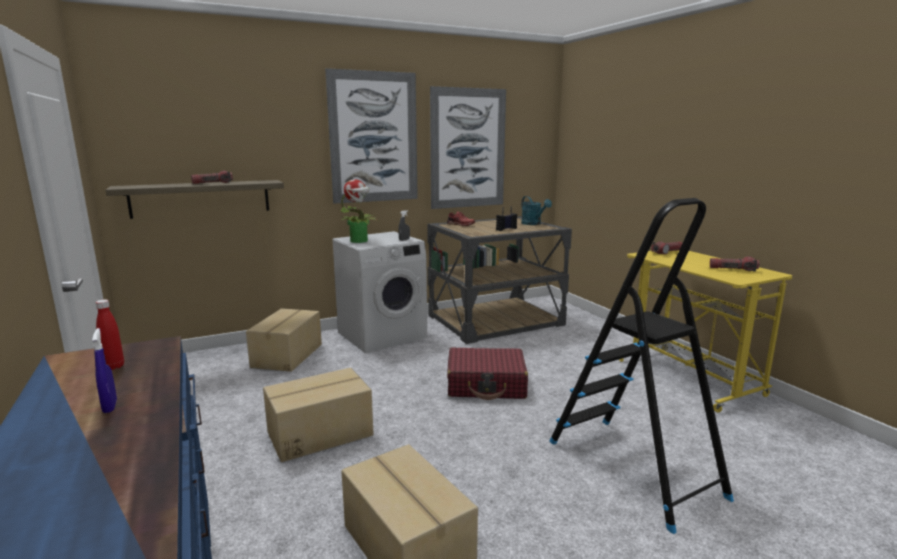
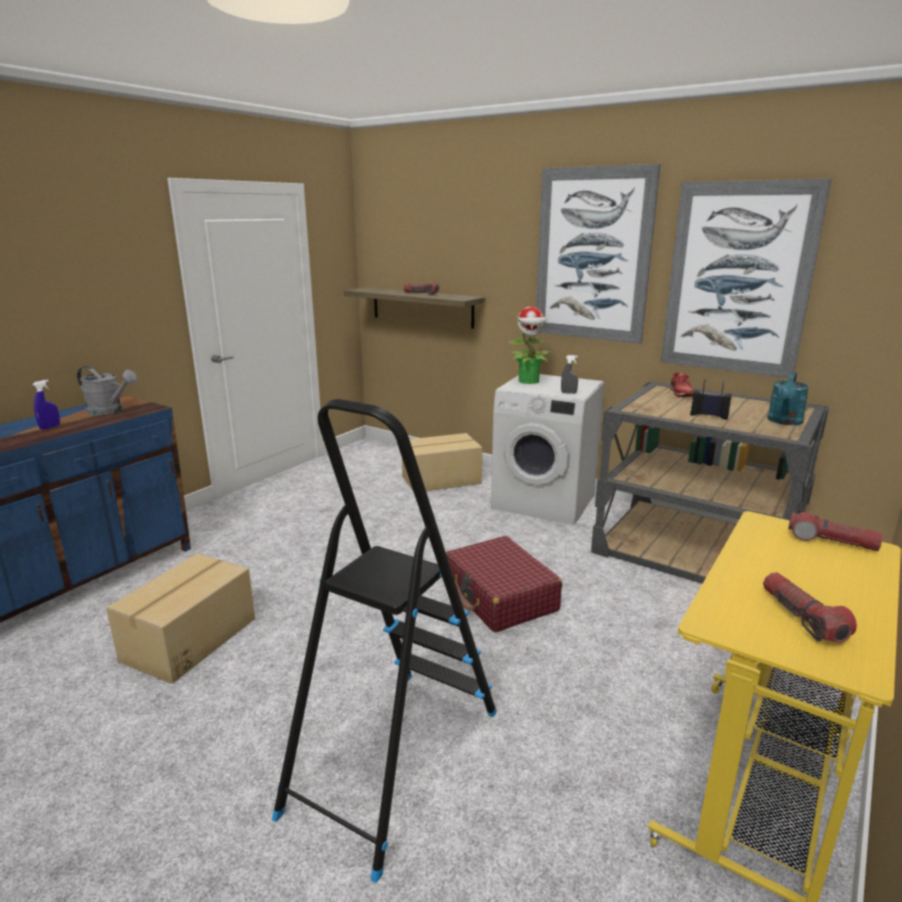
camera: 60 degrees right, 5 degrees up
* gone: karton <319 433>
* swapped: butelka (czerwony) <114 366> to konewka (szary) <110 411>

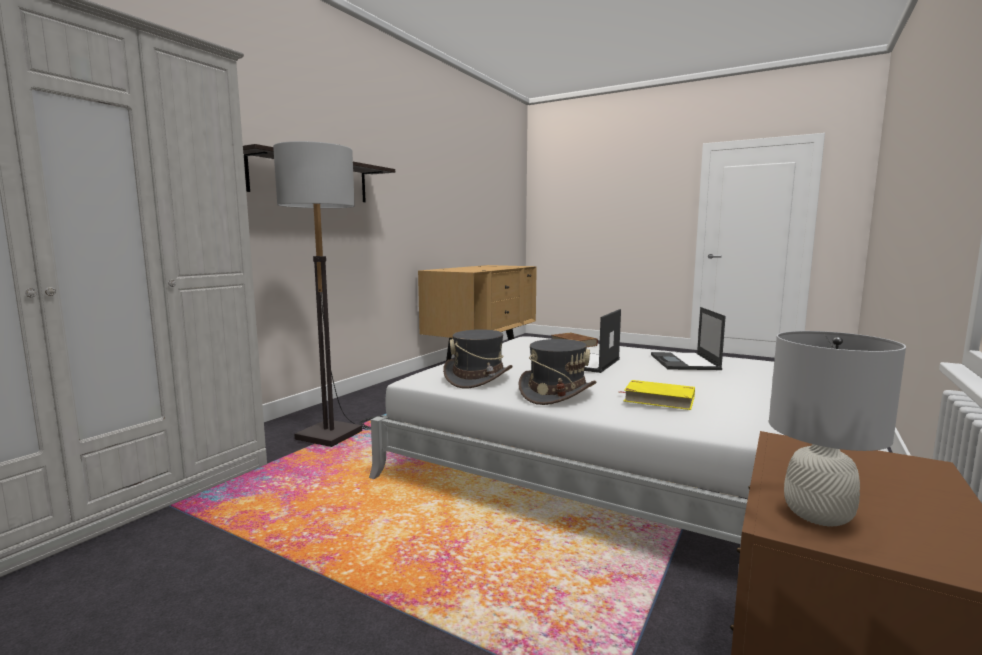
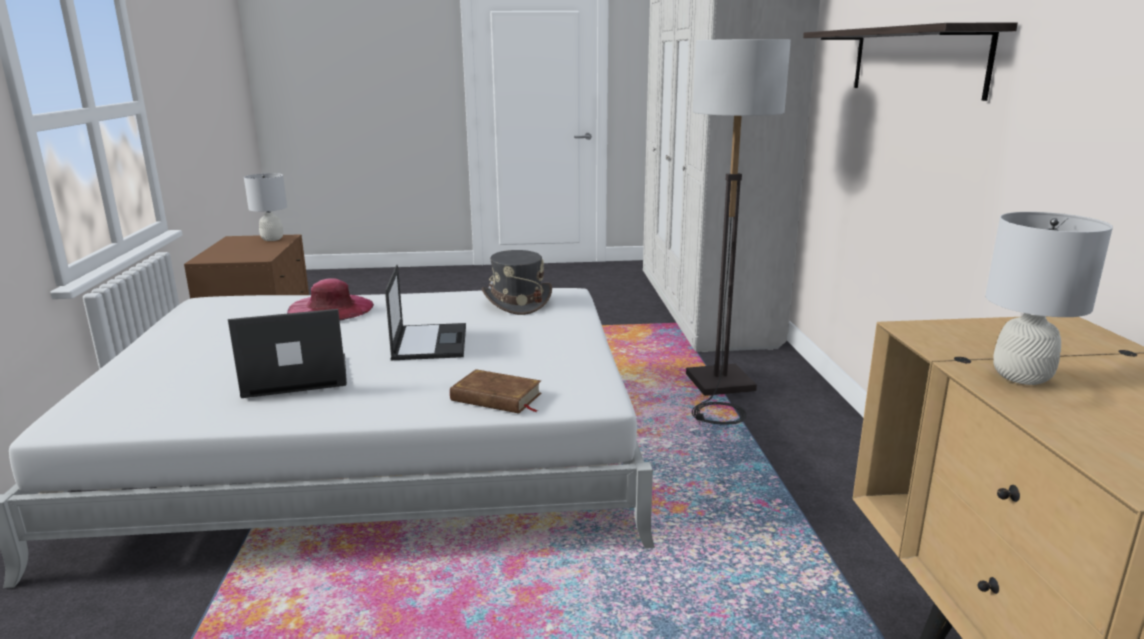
camera: 145 degrees right, 10 degrees up
* gone: kapelusz (szary) <556 393>
* new: lampa stołowa (szary) <1018 377>
* swapped: książka (żółty) <658 399> to kapelusz (różowy) <331 308>
* rotated: laptop <685 362> = <294 377> 75 degrees counterclockwise

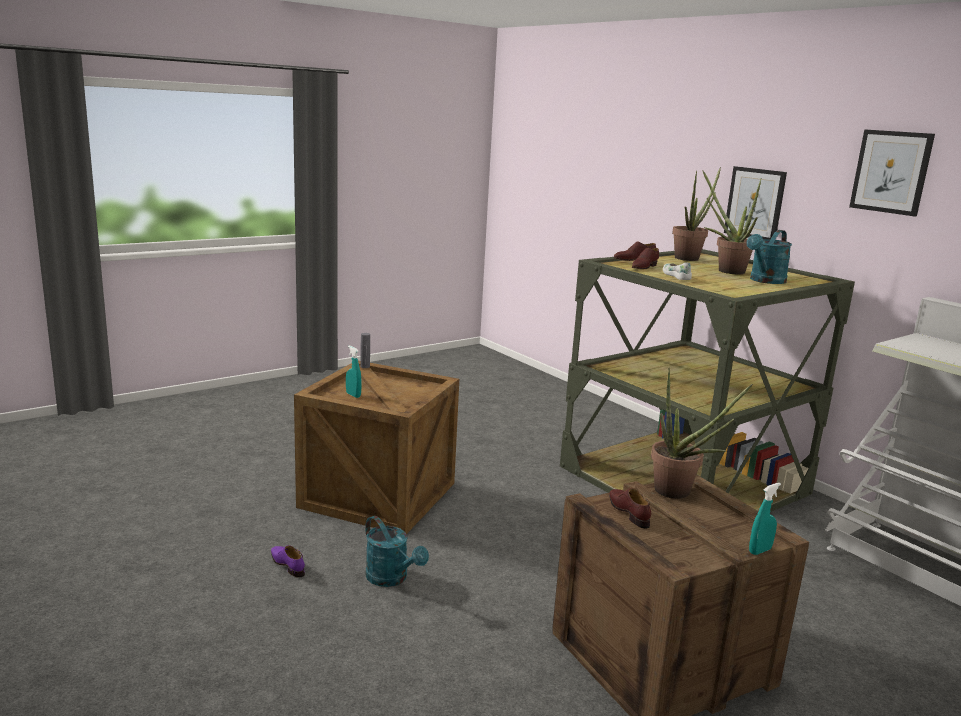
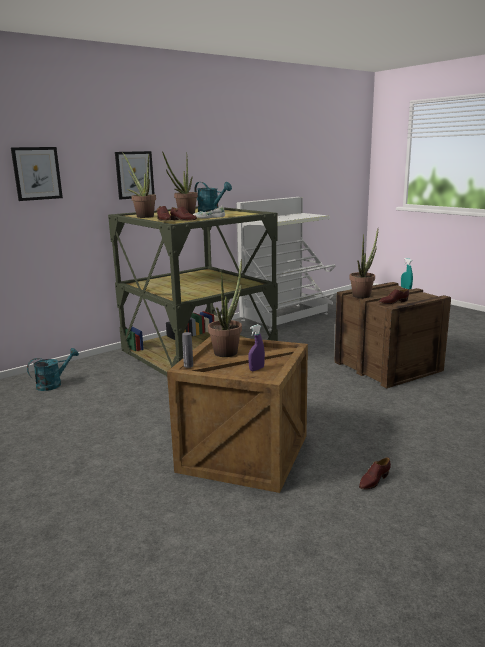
camera: 90 degrees left, 0 degrees up
* new: roślina doniczkowa <228 351>
* shifted: konewka (turkusowy) <391 579> to <53 384>
* shifted: obraz <891 172> to <37 173>
* repainted: but (fioletowy) <288 564> to but (brązowy) <373 480>
* repainted: spryskiwacz (turkusowy) <353 395> to spryskiwacz (fioletowy) <256 369>

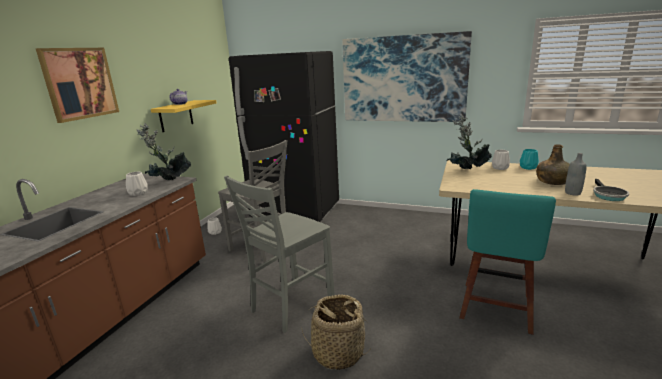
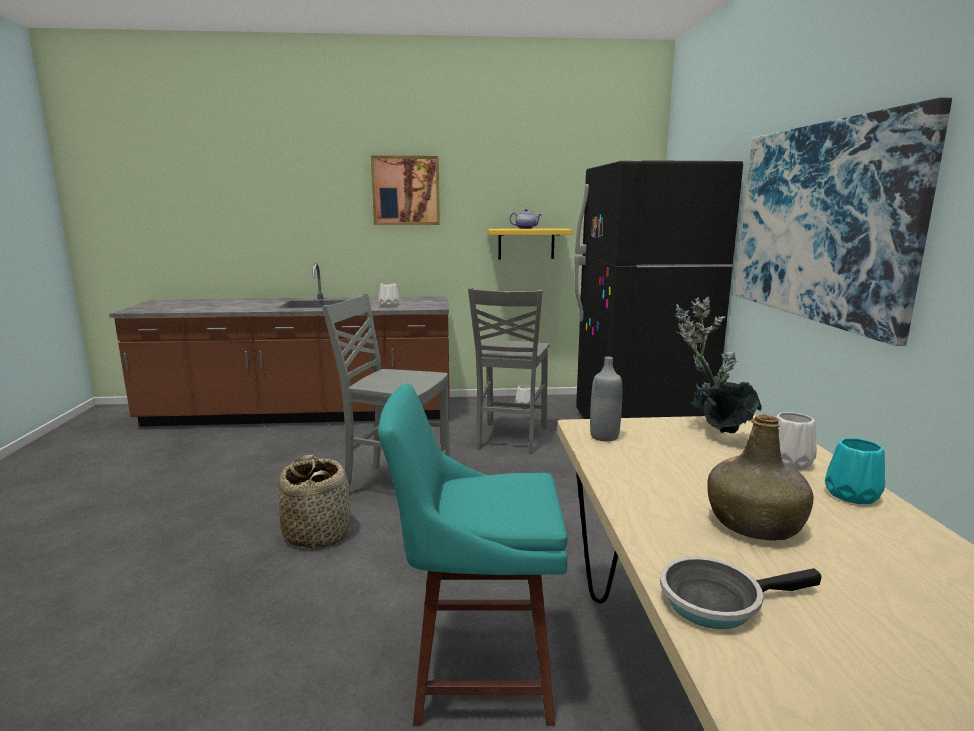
camera: 65 degrees right, 5 degrees down
* gone: roślina doniczkowa <168 182>
* shifted: butelka (szary) <572 193> to <604 436>

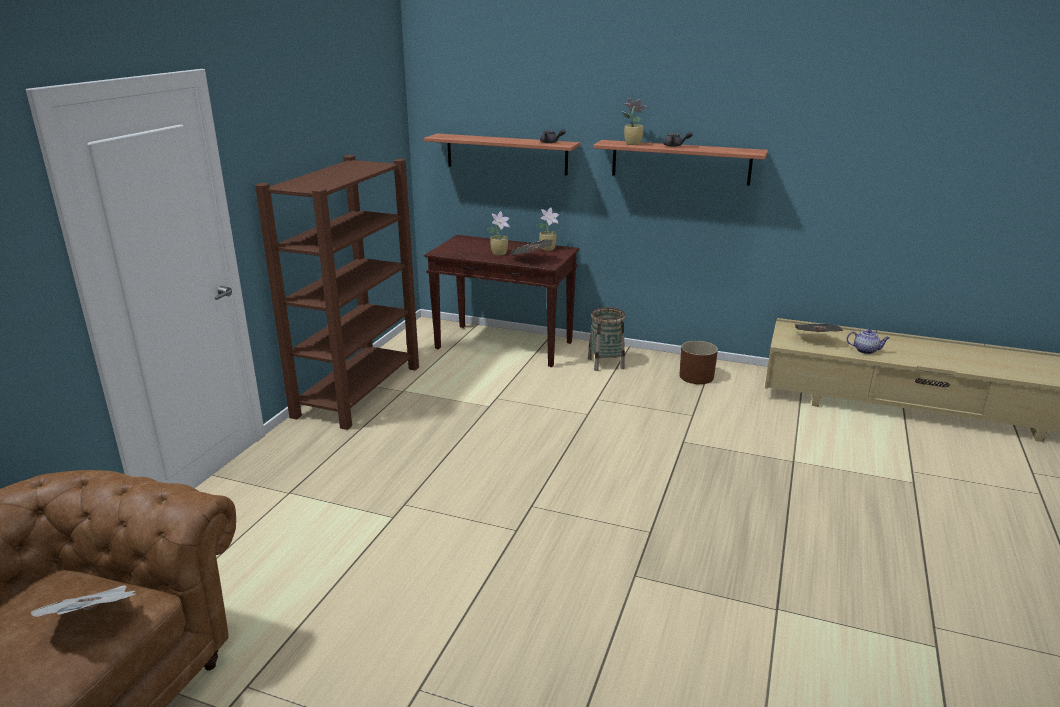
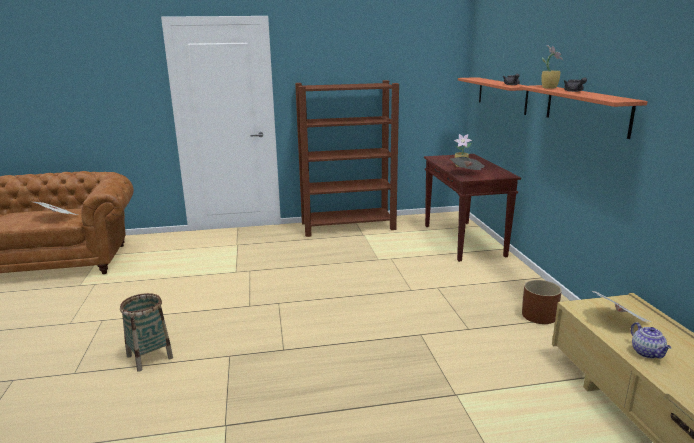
camera: 60 degrees right, 5 degrees down
* gone: roślina doniczkowa <548 249>
* shifted: koszyk <606 363> to <150 357>

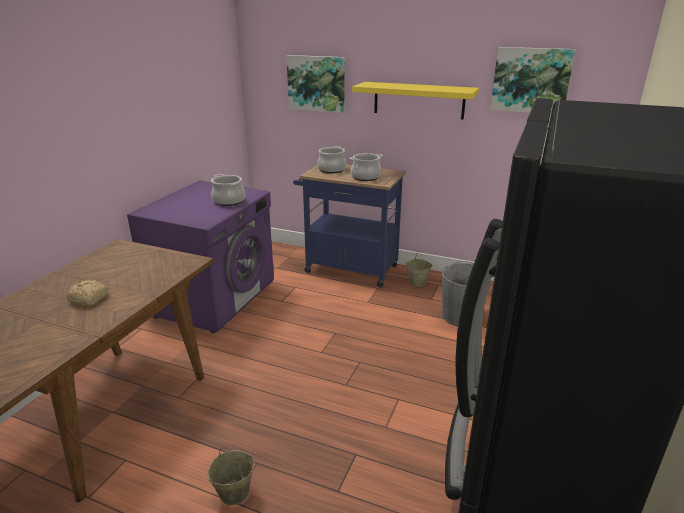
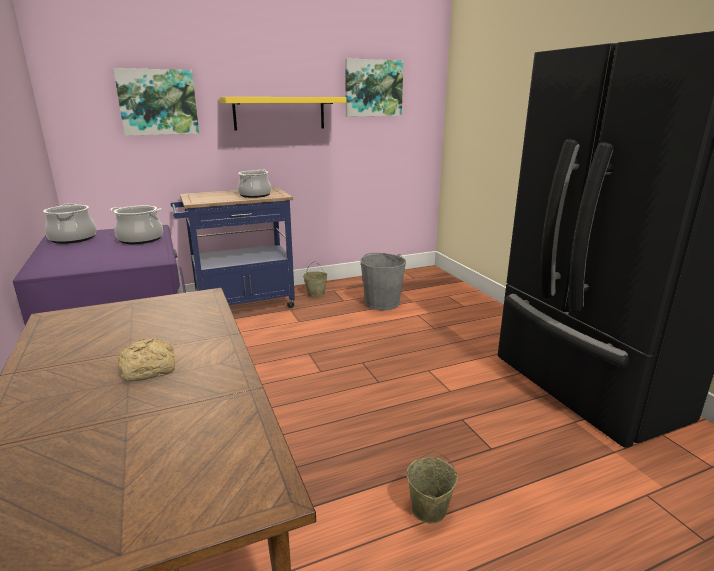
camera: 45 degrees left, 5 degrees down
* shifted: garnek <332 170> to <73 238>

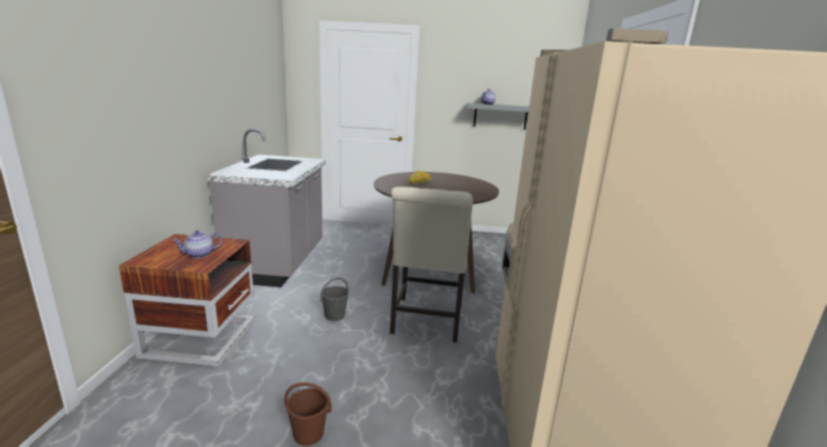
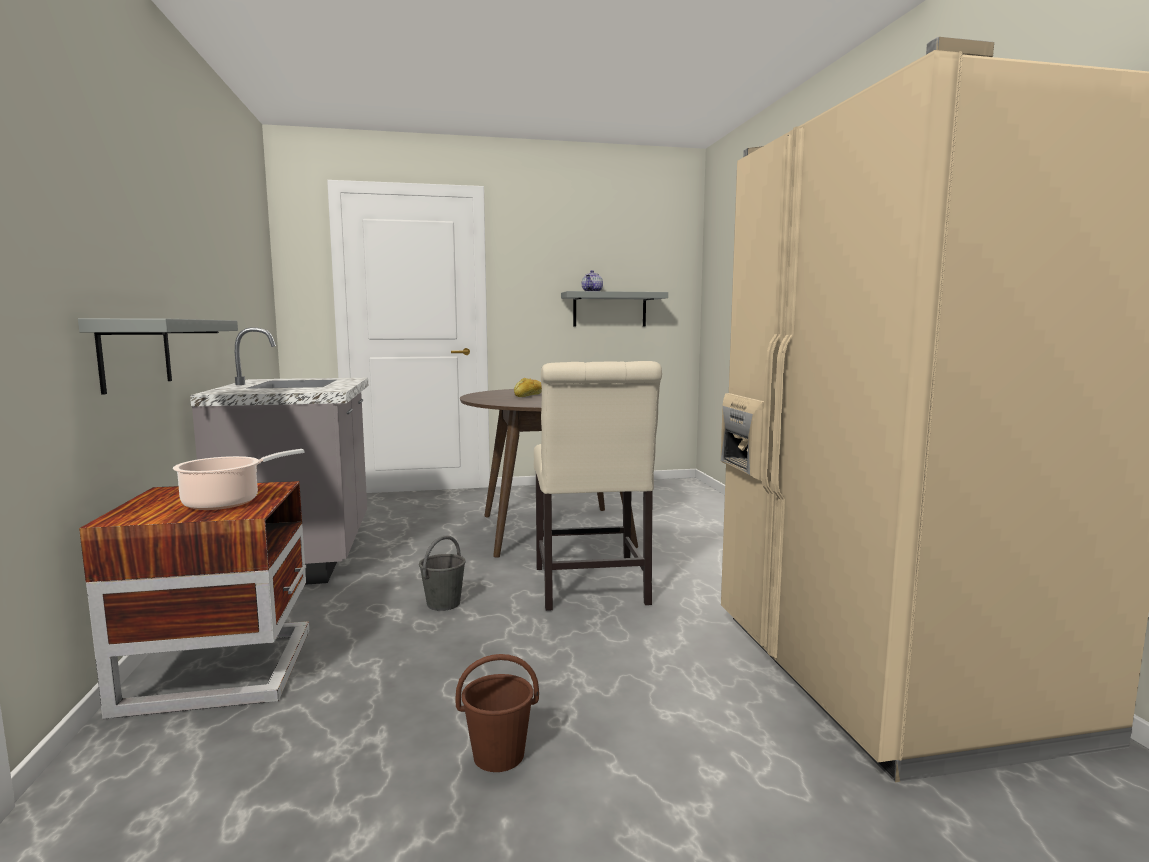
camera: 15 degrees left, 10 degrees down
* new: półka (szary) <135 353>
* swapped: imbryk <199 254> to garnek <227 502>

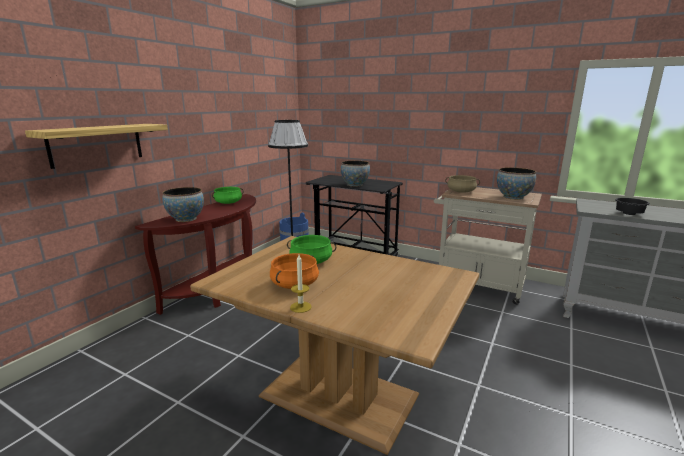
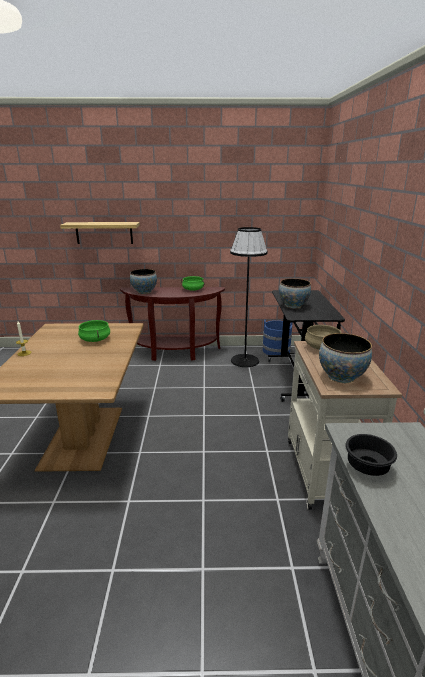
camera: 60 degrees right, 5 degrees up
* gone: garnek (pomarańczowy) <295 284>

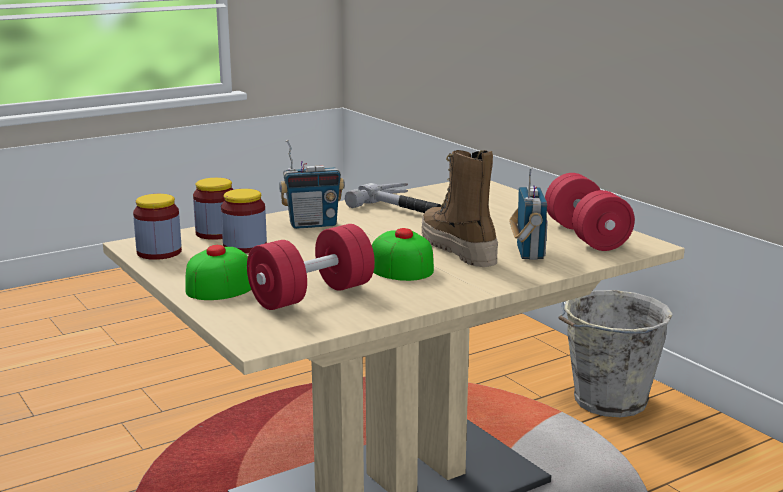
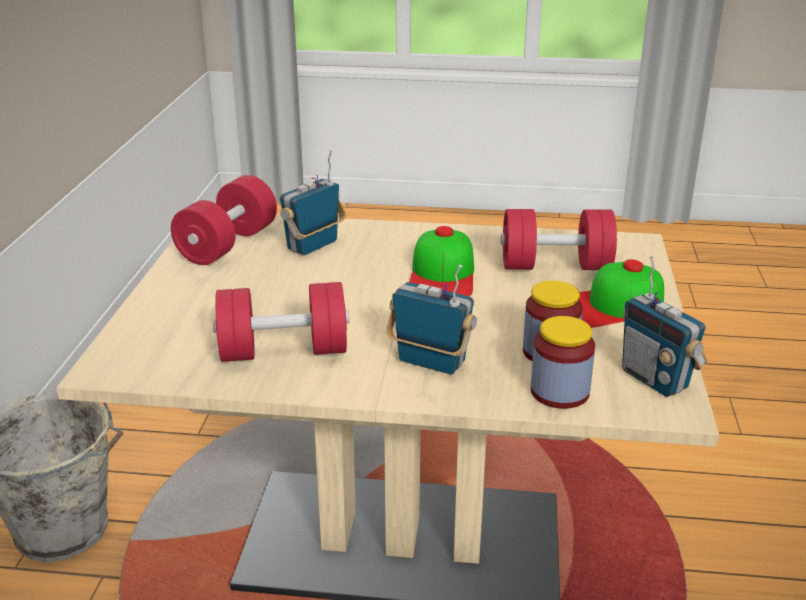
camera: 140 degrees left, 10 degrees up
* gone: but z cholewką <458 250>
* swapped: słoik <159 252> to radio <655 379>
* swapped: młotek <405 208> to hantel (czerwony) <283 351>

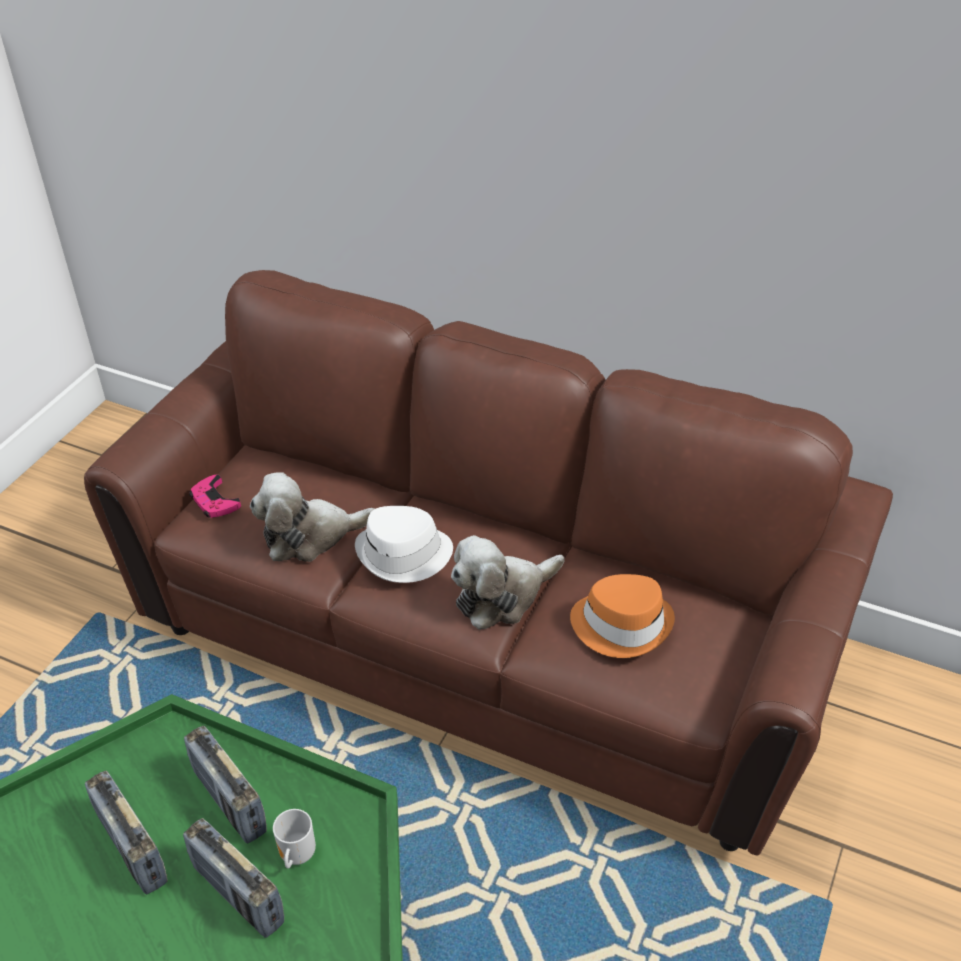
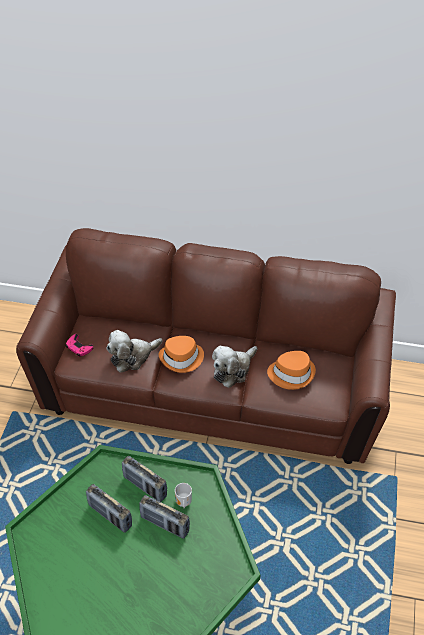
camera: 15 degrees left, 5 degrees up
* repainted: kapelusz (biały) <404 555> to kapelusz (pomarańczowy) <182 358>

